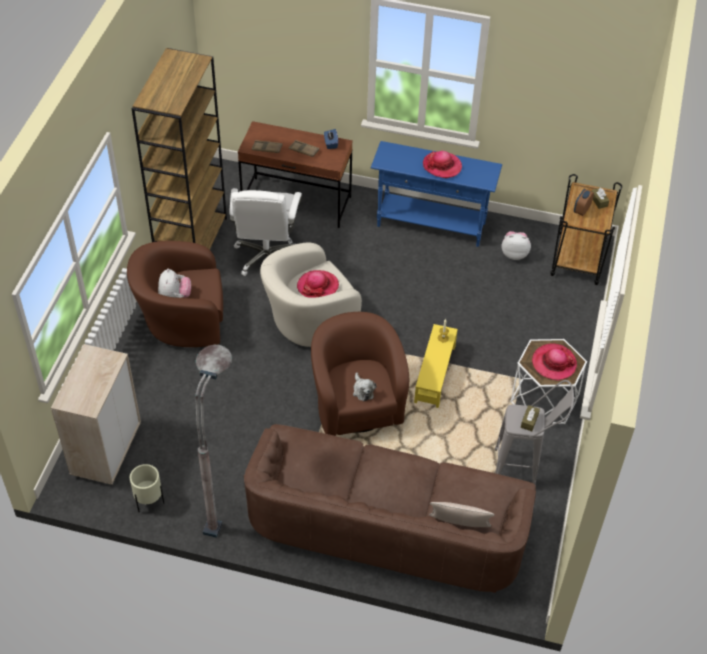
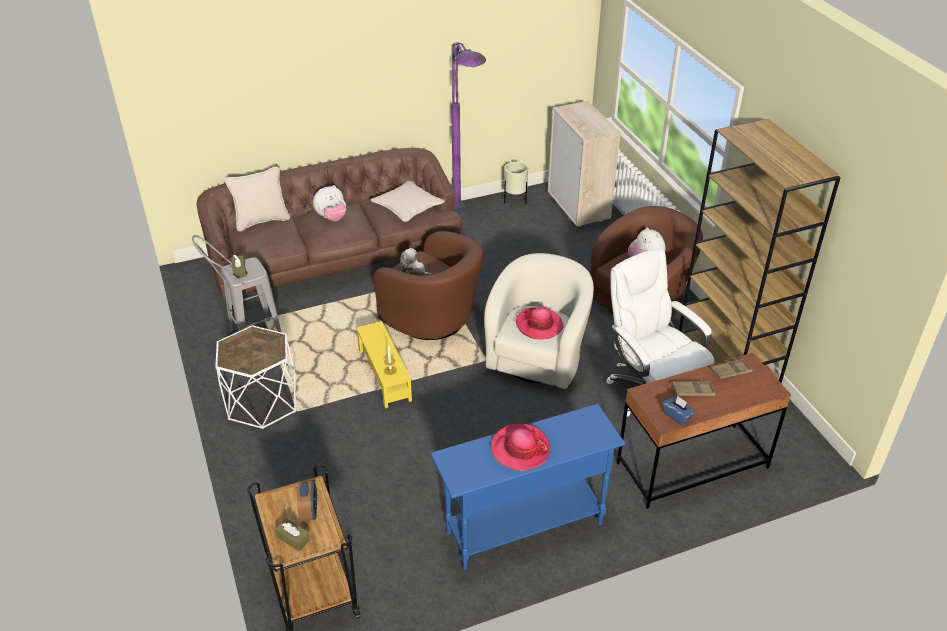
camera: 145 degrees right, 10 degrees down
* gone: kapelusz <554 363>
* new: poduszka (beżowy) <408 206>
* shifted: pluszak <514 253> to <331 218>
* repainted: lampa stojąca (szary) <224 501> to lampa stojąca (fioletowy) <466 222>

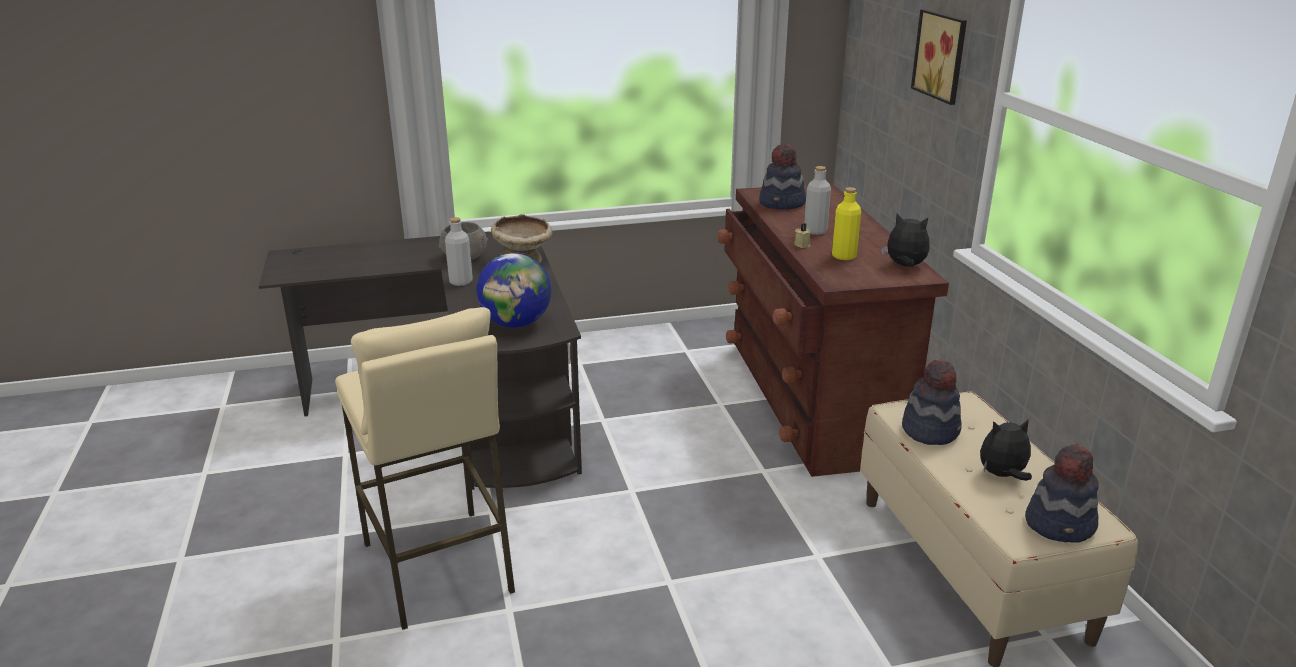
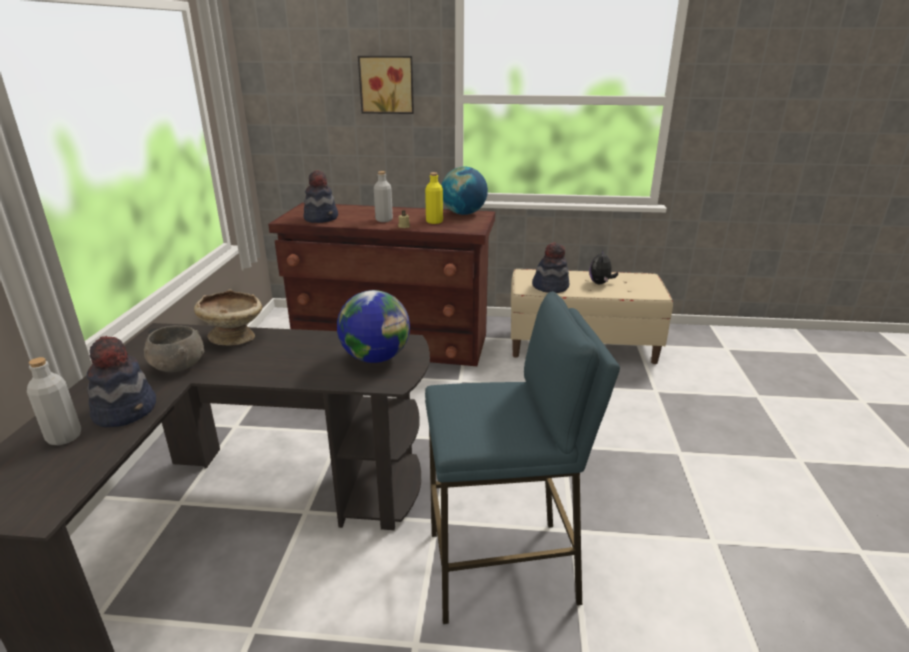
camera: 70 degrees left, 0 degrees up
* shifted: butelka (szary) <461 282> to <64 437>
* shifted: kapelusz <1060 524> to <126 410>
* swapped: pluszak <905 266> to globus <464 214>
* repainted: stołek (beżowy) <438 568> to stołek (niebieski) <503 569>

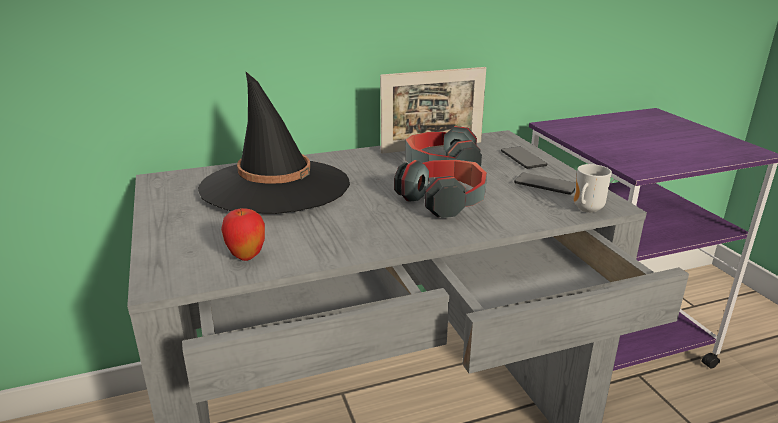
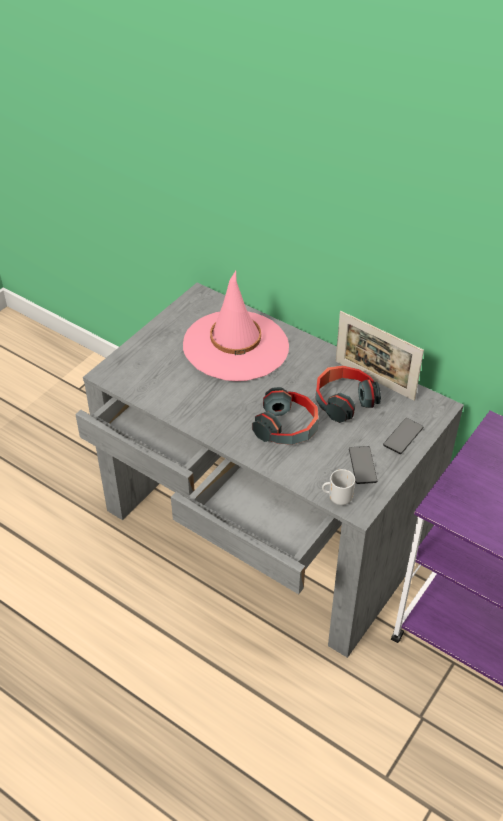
camera: 55 degrees right, 20 degrees up
* gone: jabłko <246 256>
* repainted: kapelusz (czarny) <275 186> to kapelusz (różowy) <236 346>

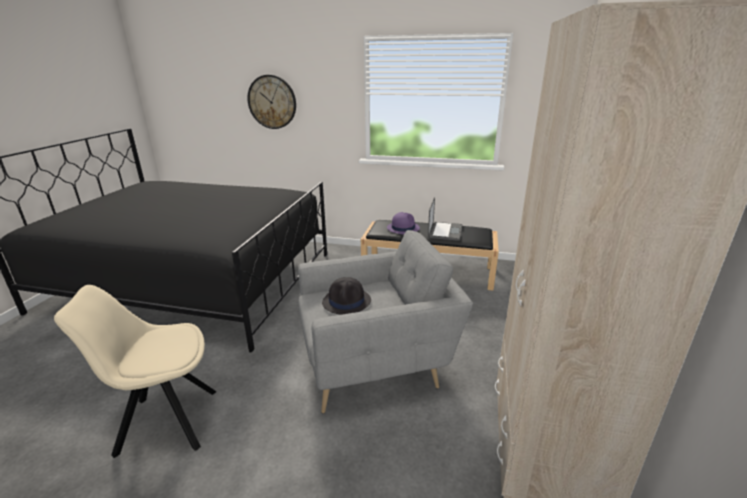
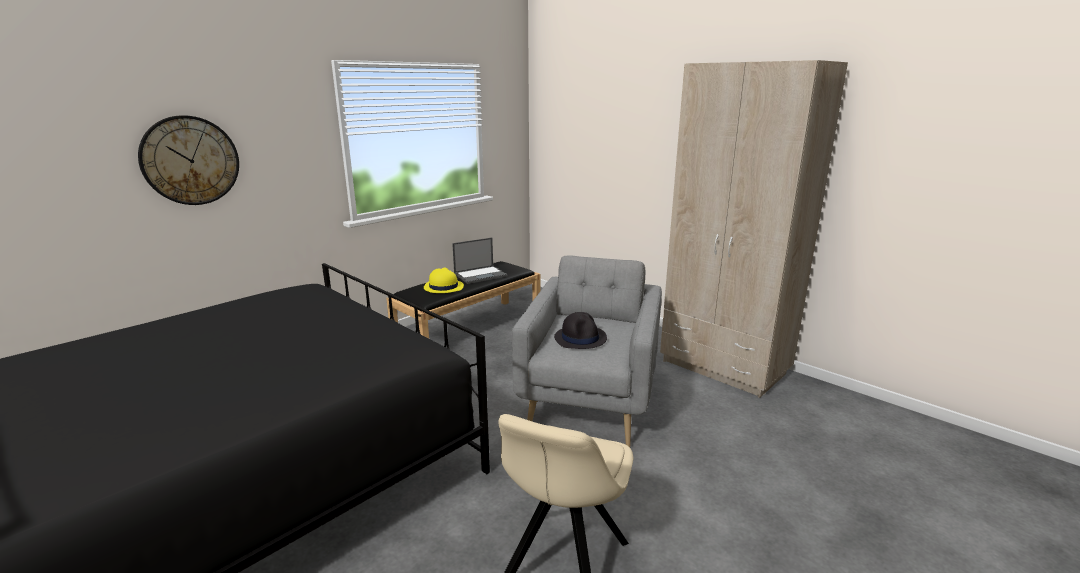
camera: 60 degrees left, 5 degrees down
* repainted: kapelusz (fioletowy) <403 228> to kapelusz (żółty) <443 287>
* rotated: laptop <445 231> = <481 275> 105 degrees clockwise

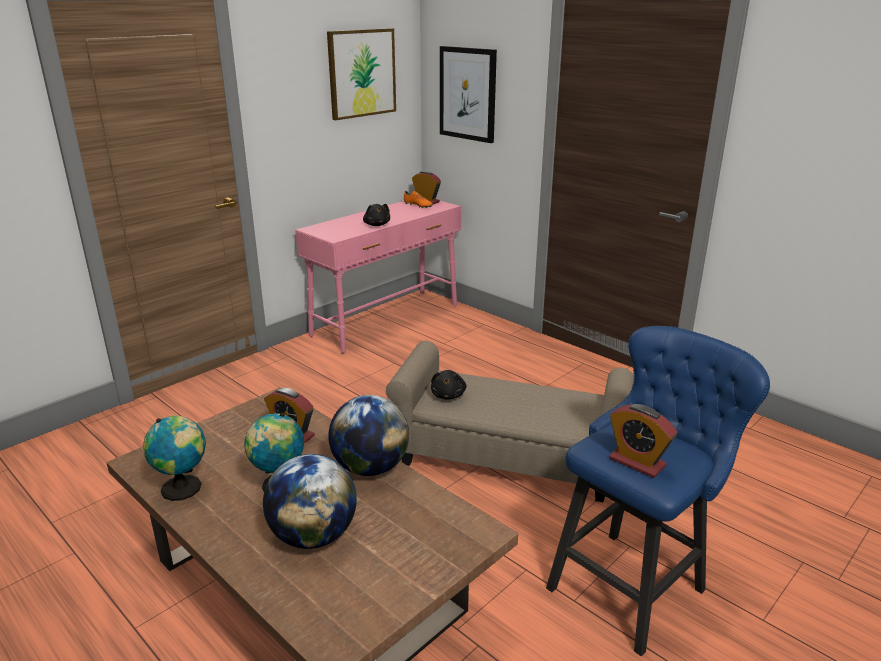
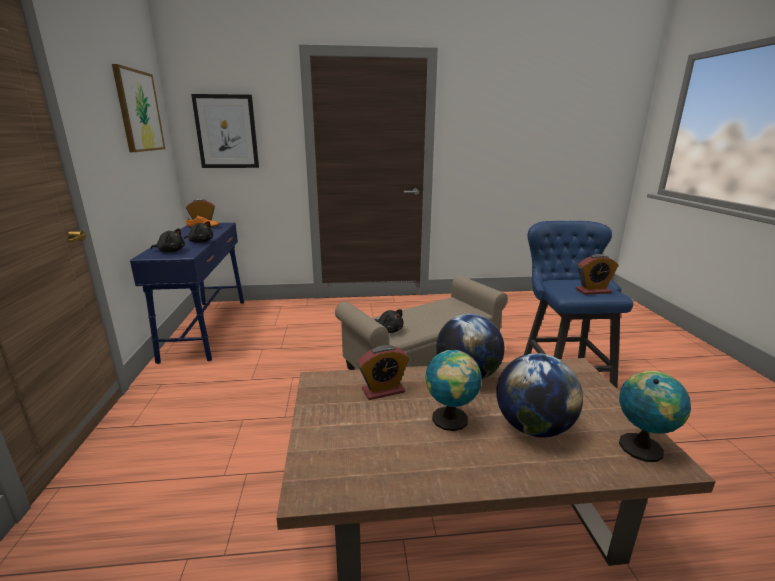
camera: 50 degrees left, 5 degrees down
* new: pluszak (czarny) <170 251>
* shifted: globus <184 488> to <641 446>
* repainted: stolik konsolowy (różowy) <387 320> to stolik konsolowy (niebieski) <207 328>

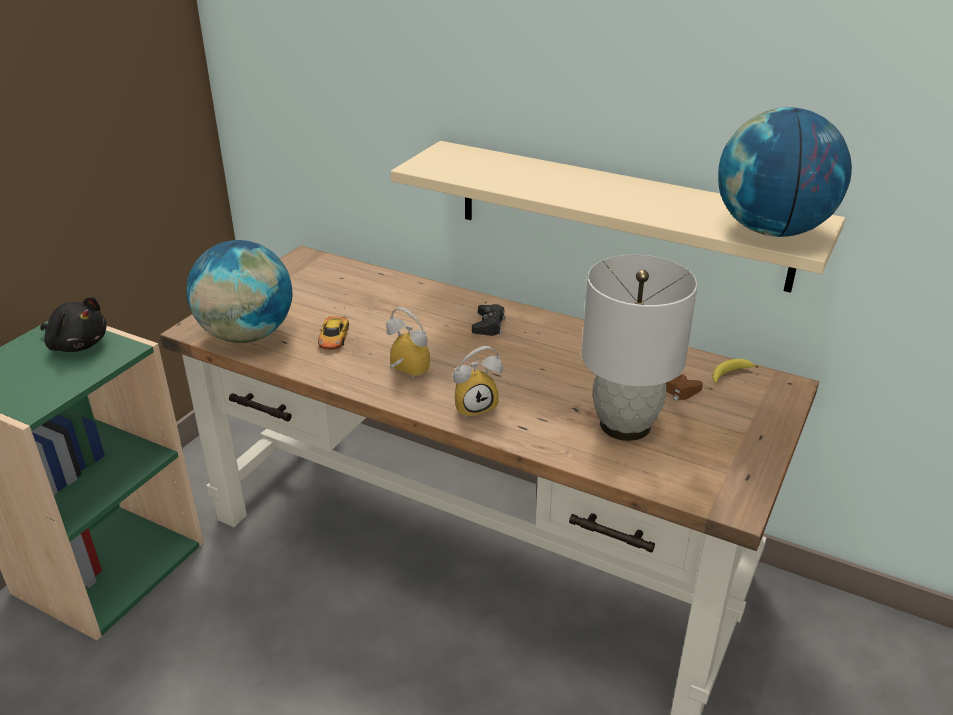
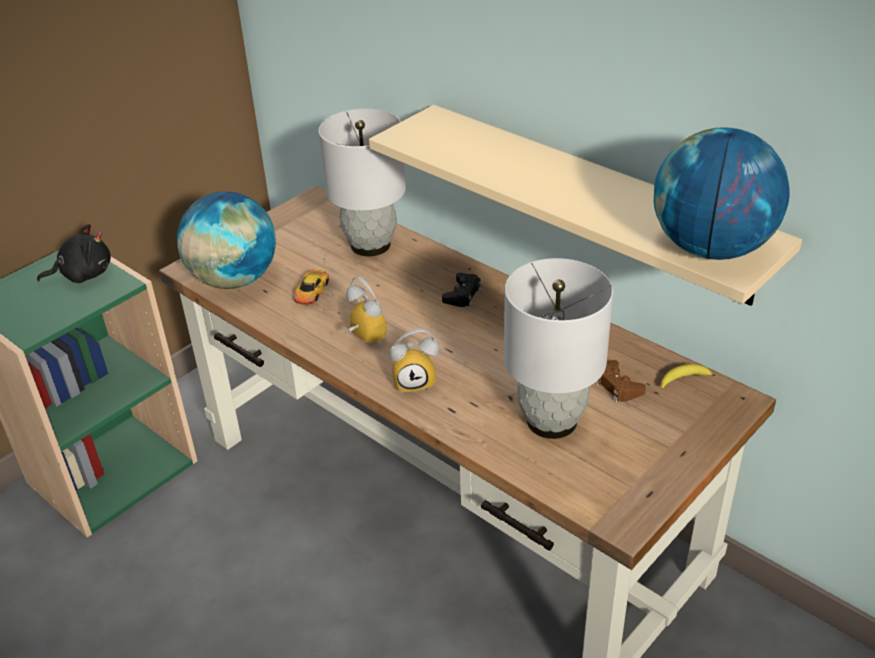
camera: 15 degrees right, 5 degrees up
* new: lampa stołowa (biały) <370 245>
* rotated: pluszak (czarny) <77 344> = <83 274> 60 degrees counterclockwise

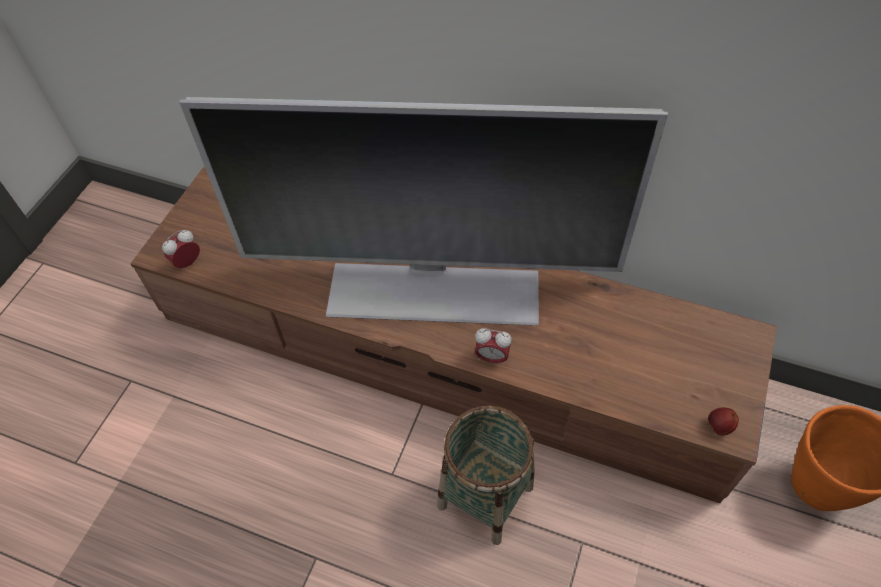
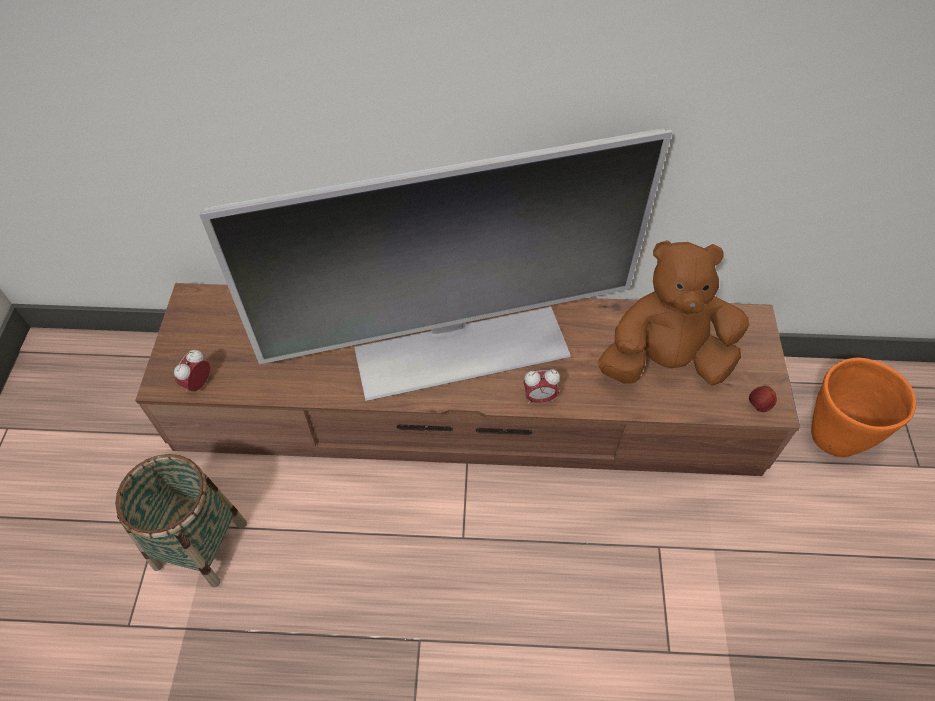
camera: 20 degrees left, 0 degrees up
* new: pluszak (brązowy) <664 361>
* shifted: koszyk <485 496> to <201 544>

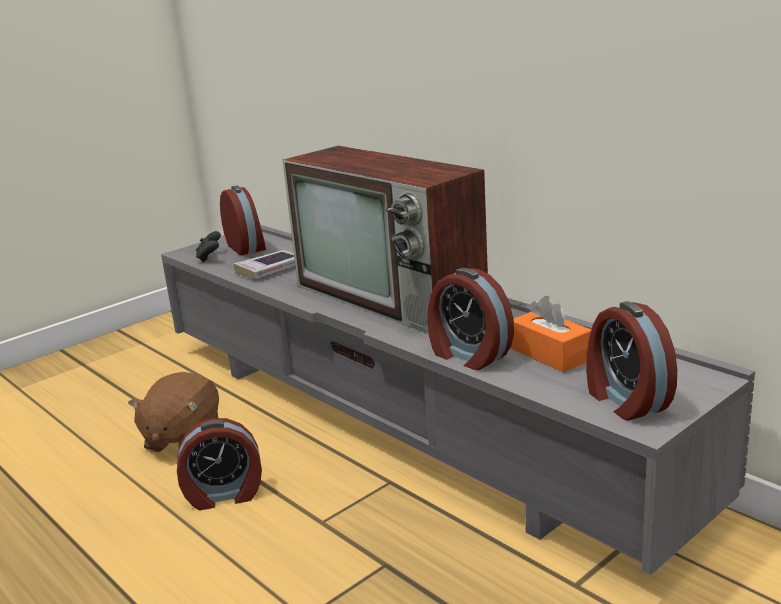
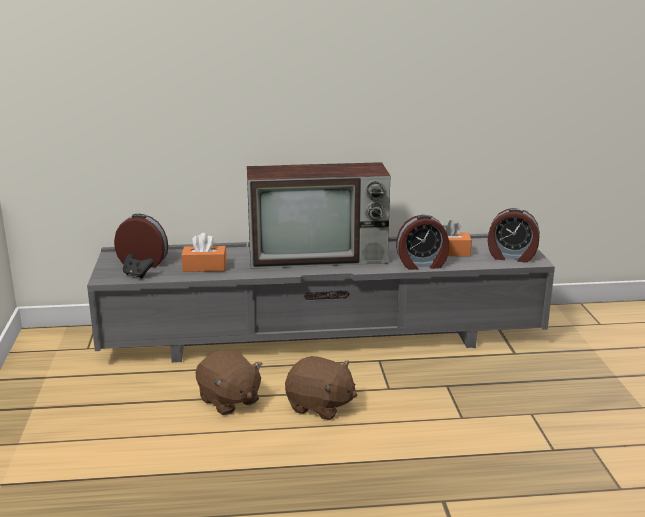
camera: 55 degrees left, 0 degrees up
* swapped: budzik <224 495> to pluszak (brązowy) <320 406>
* swapped: książka <270 269> to pudełko chusteczek (pomarańczowy) <204 267>

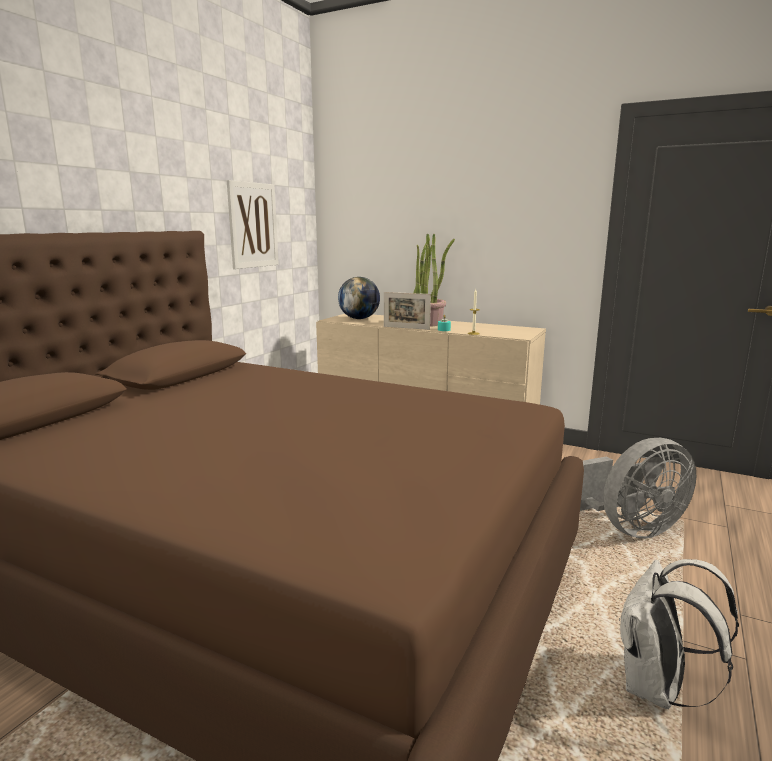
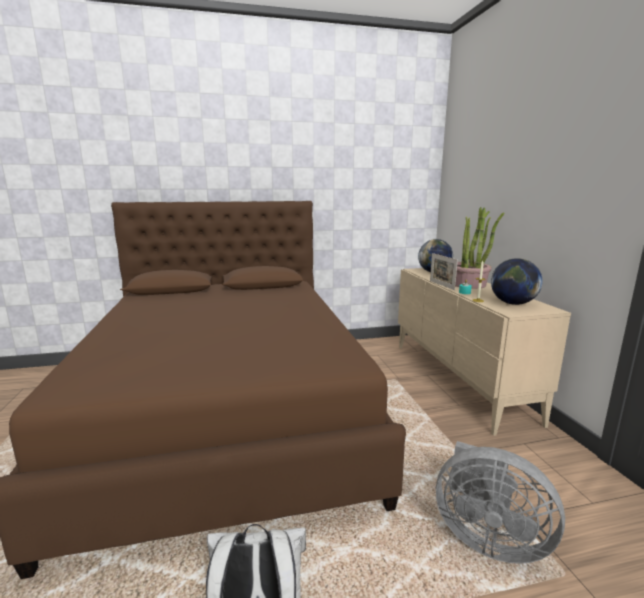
camera: 50 degrees right, 0 degrees up
* gone: obraz <253 225>
* new: globus <513 303>

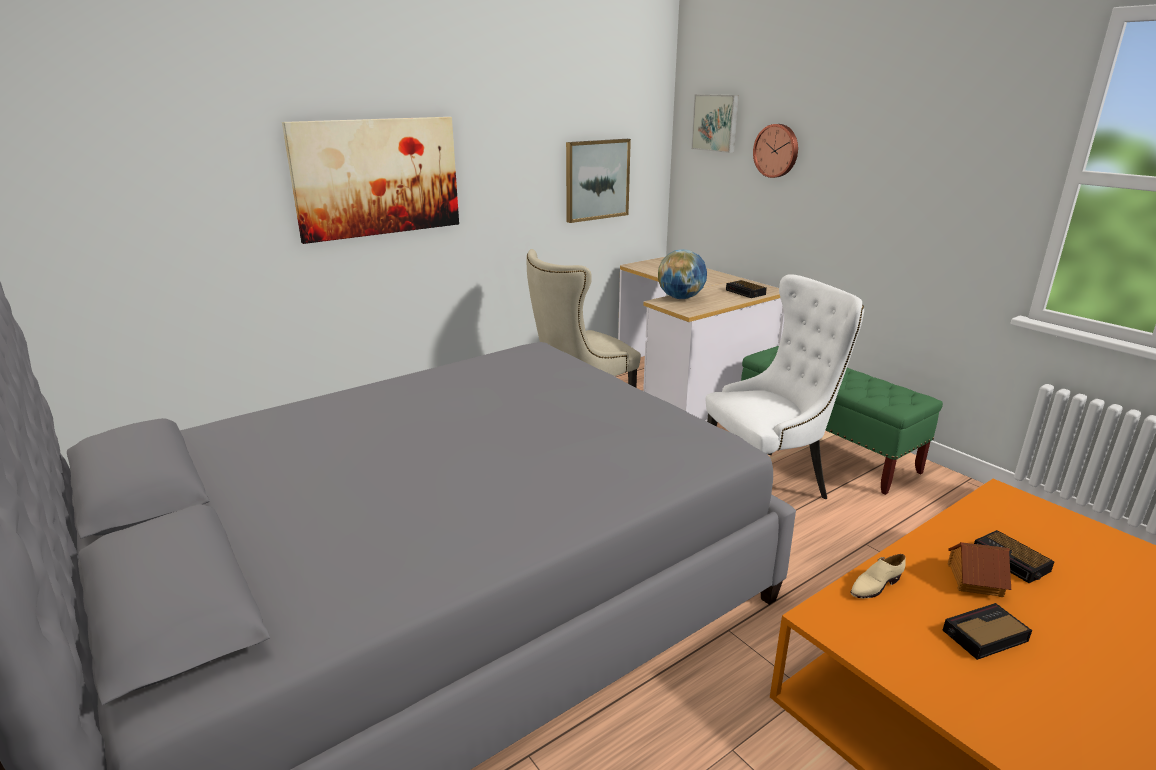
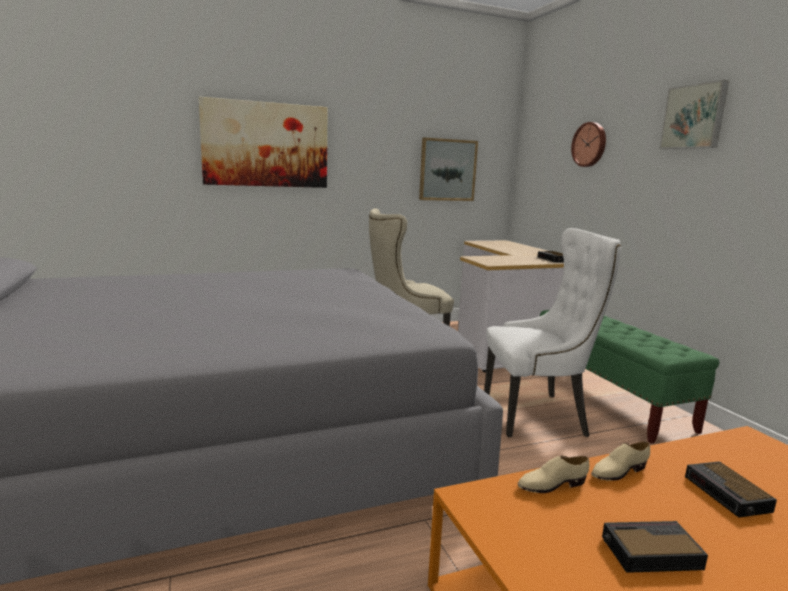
camera: 15 degrees right, 10 degrees down
* gone: globus <681 298>
* gone: domek <973 579>
* new: but (beżowy) <618 471>
* shifted: obraz <716 123> to <694 117>

